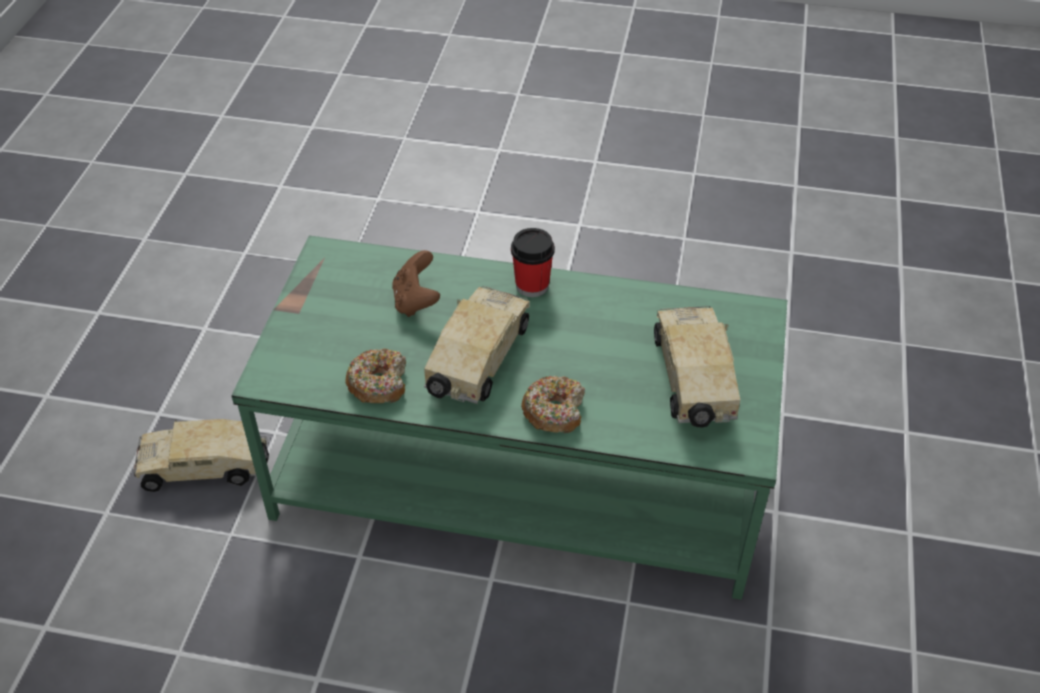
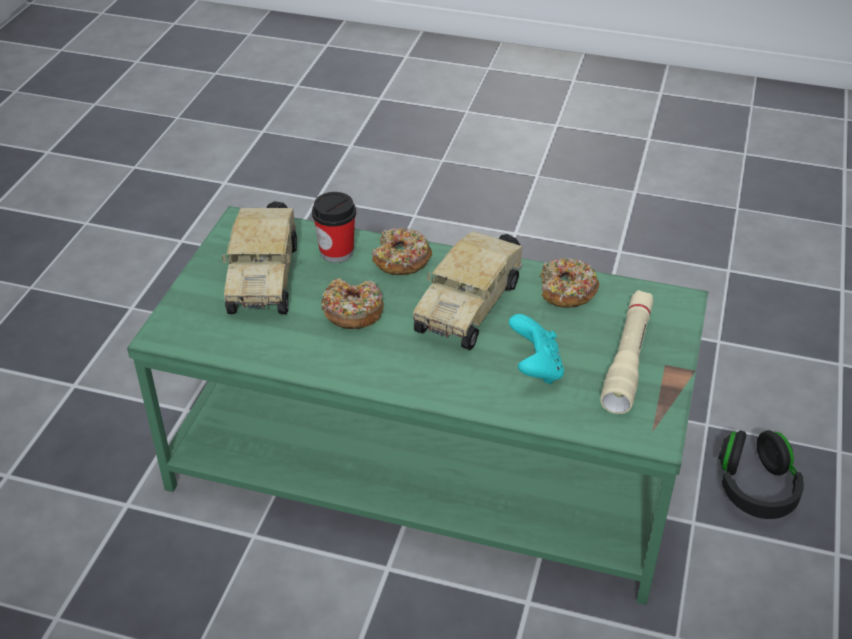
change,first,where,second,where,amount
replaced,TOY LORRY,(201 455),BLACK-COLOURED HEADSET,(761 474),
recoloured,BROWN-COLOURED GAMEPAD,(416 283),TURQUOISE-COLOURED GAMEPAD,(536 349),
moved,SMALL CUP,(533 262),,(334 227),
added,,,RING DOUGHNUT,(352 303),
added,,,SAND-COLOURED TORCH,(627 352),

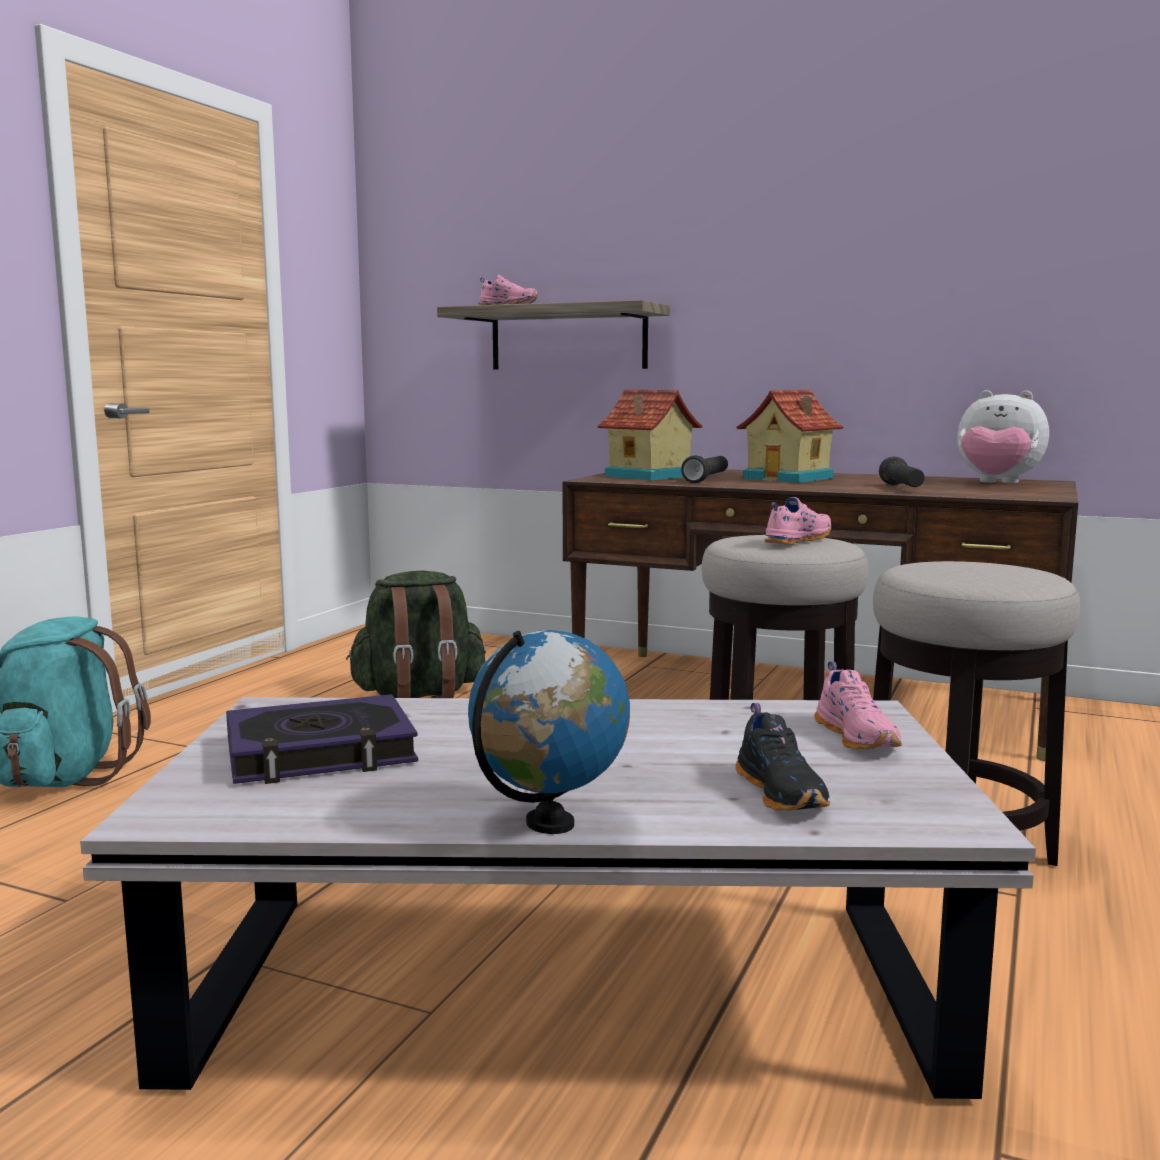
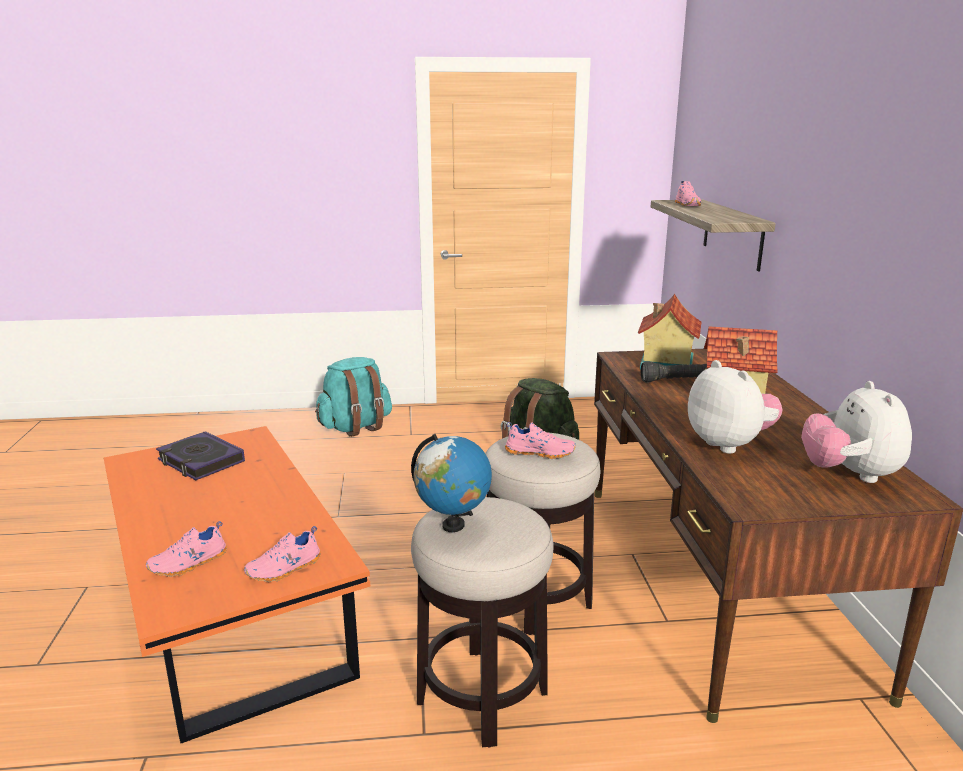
change,first,where,second,where,amount
recoloured,WHITISH LOUNGE TABLE,(558 898),ORANGEY LOUNGE TABLE,(237 584),
moved,WORLD GLOBE,(549 732),,(451 483),
recoloured,BLACK-COLOURED ITEM OF FOOTWEAR,(782 757),PINKISH ITEM OF FOOTWEAR,(186 549),
replaced,BLACK-COLOURED TORCH,(902 472),PLUSH TOY,(735 407),

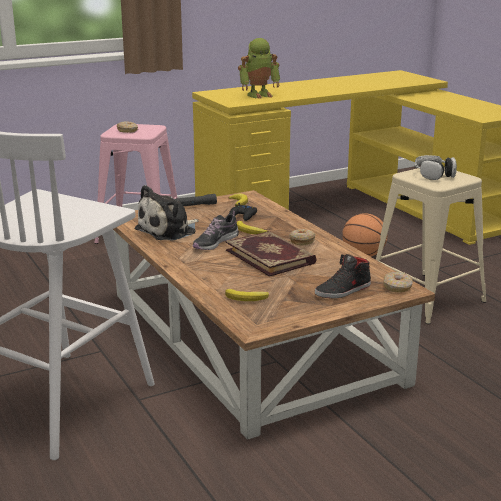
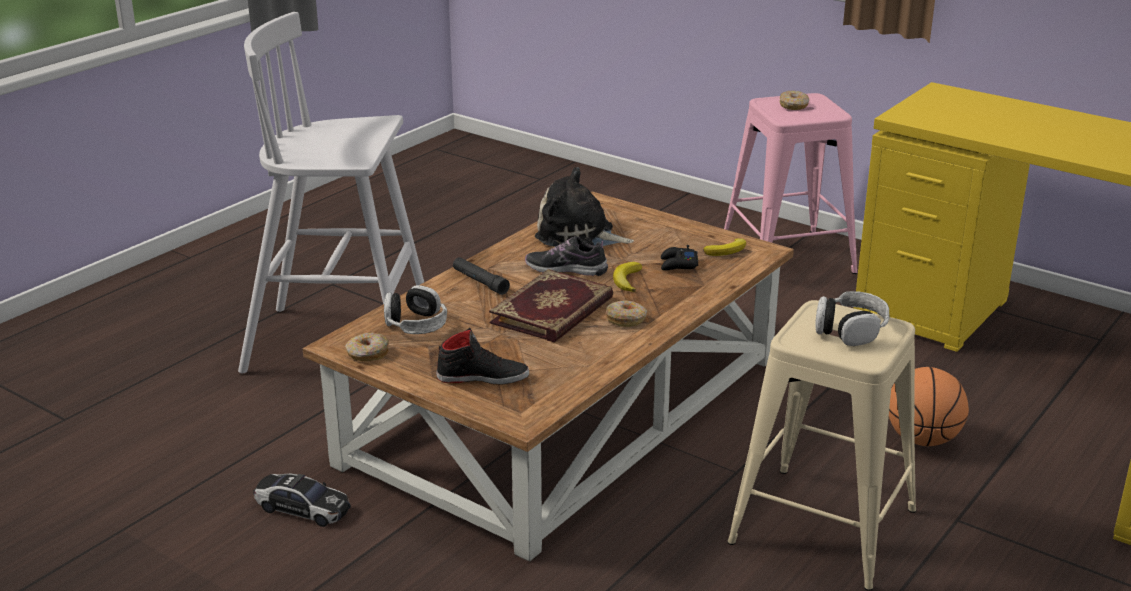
change,first,where,second,where,amount
moved,BLACK-COLOURED TORCH,(195 200),,(481 276),
replaced,WHOLE BANANA,(247 295),HEADSET,(415 309),
removed,MODEL ROBOT,(259 68),,,
turned,BLACK-COLOURED ITEM OF FOOTWEAR,(343 276),,(482 356),150 degrees clockwise
moved,RING DOUGHNUT,(398 282),,(367 347),
added,,,MINIATURE CAR,(302 500),

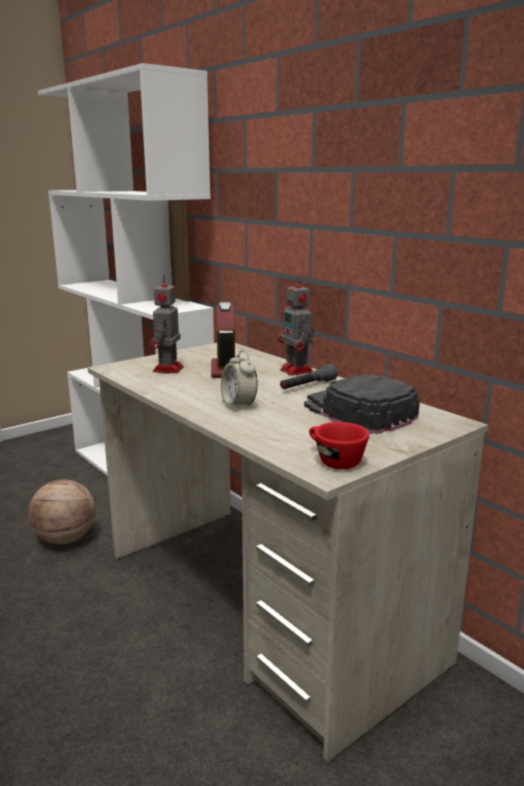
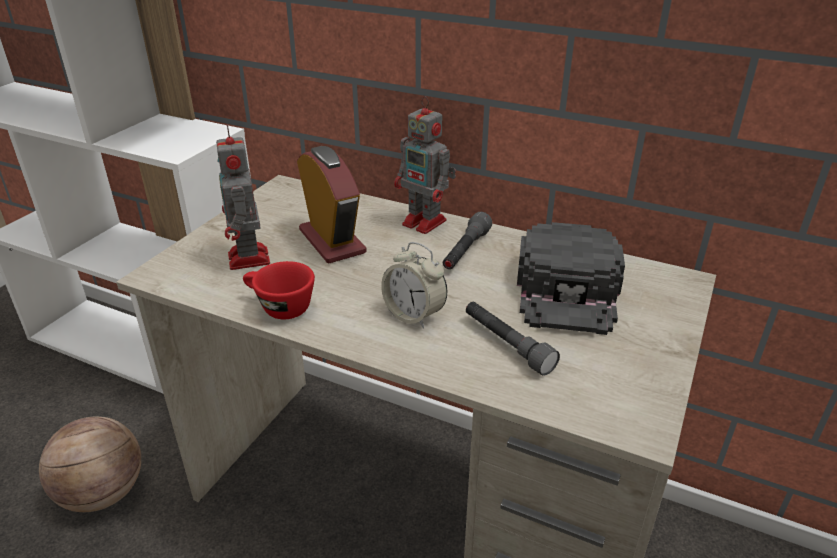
change,first,where,second,where,amount
turned,BLACK-COLOURED CAP,(362 404),,(571 278),105 degrees counterclockwise
moved,RED SMALL CUP,(339 445),,(279 290),
added,,,GREYISH TORCH,(513 338),

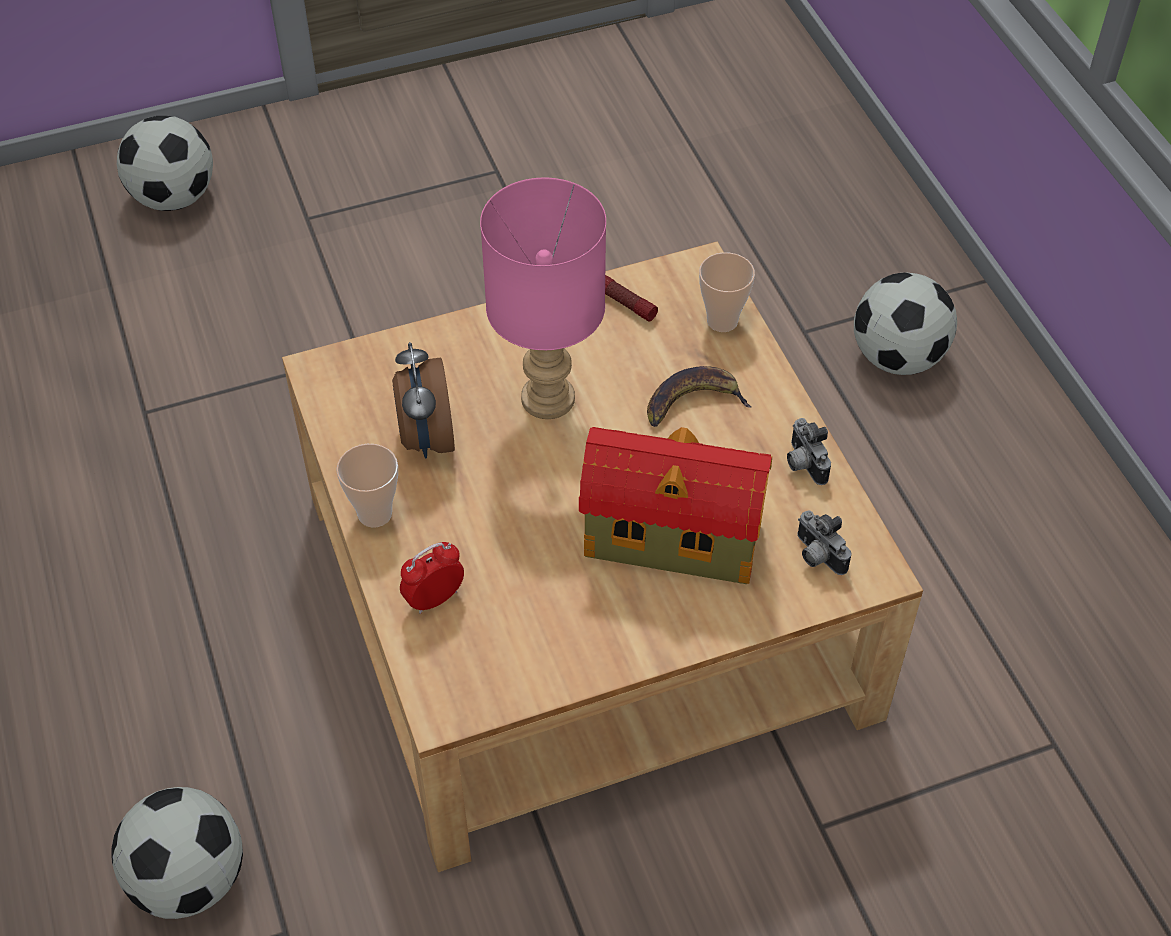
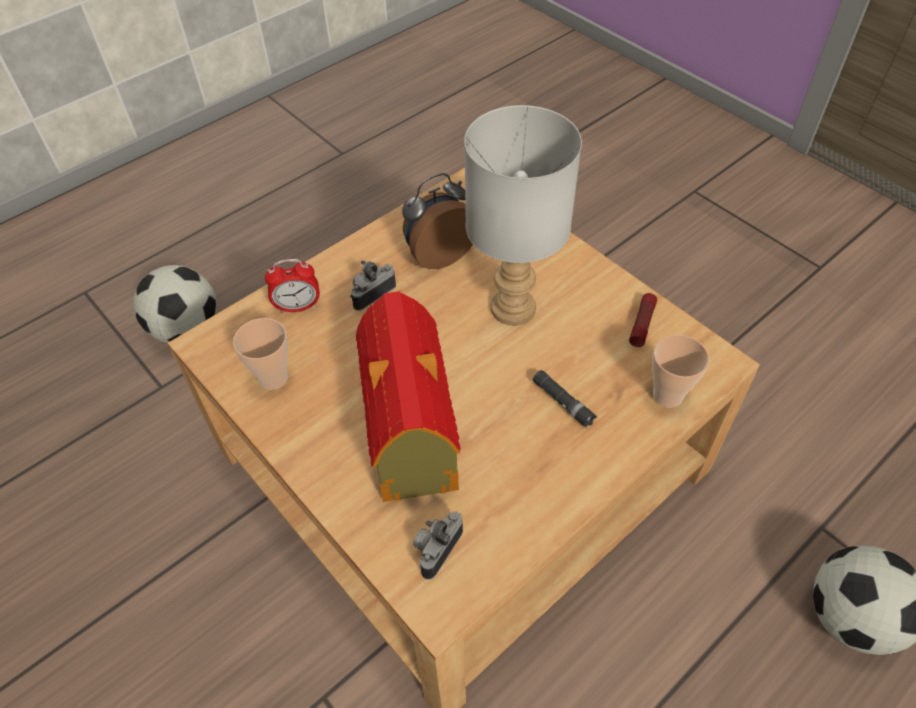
change,first,where,second,where,amount
removed,FOOTBALL,(165 163),,,
moved,SMALL CUP,(367 486),,(260 354),
turned,BEDSIDE CLOCK,(432 578),,(292 286),135 degrees clockwise
recoloured,PINKISH LAMP FOR A TABLE,(543 298),GREYISH LAMP FOR A TABLE,(523 215),
replaced,WHOLE BANANA,(699 396),BLACK-COLOURED TORCH,(565 399),
moved,PHOTO CAMERA,(809 451),,(373 285),

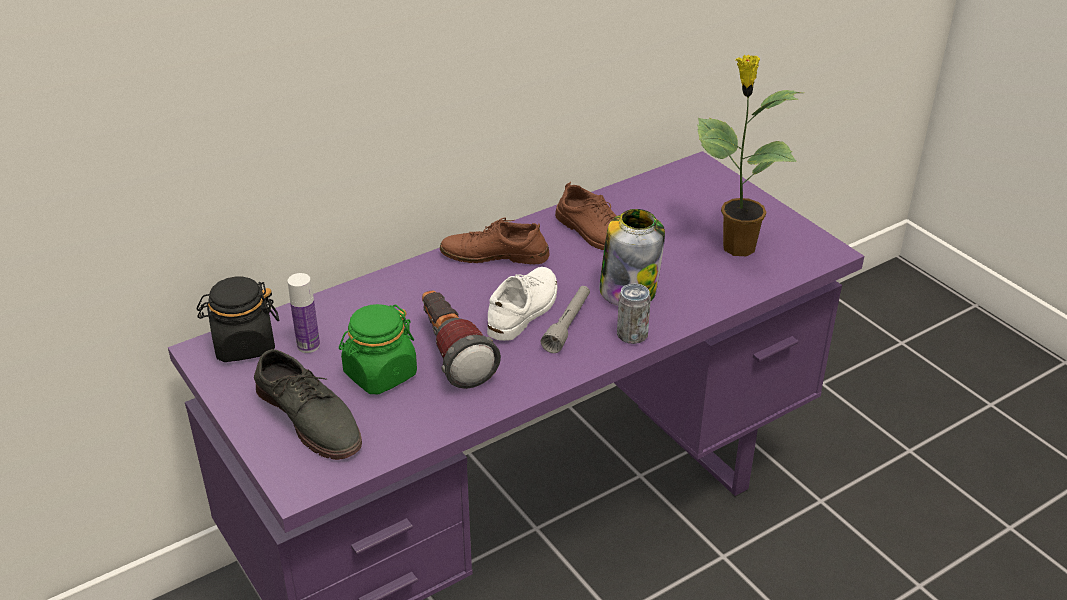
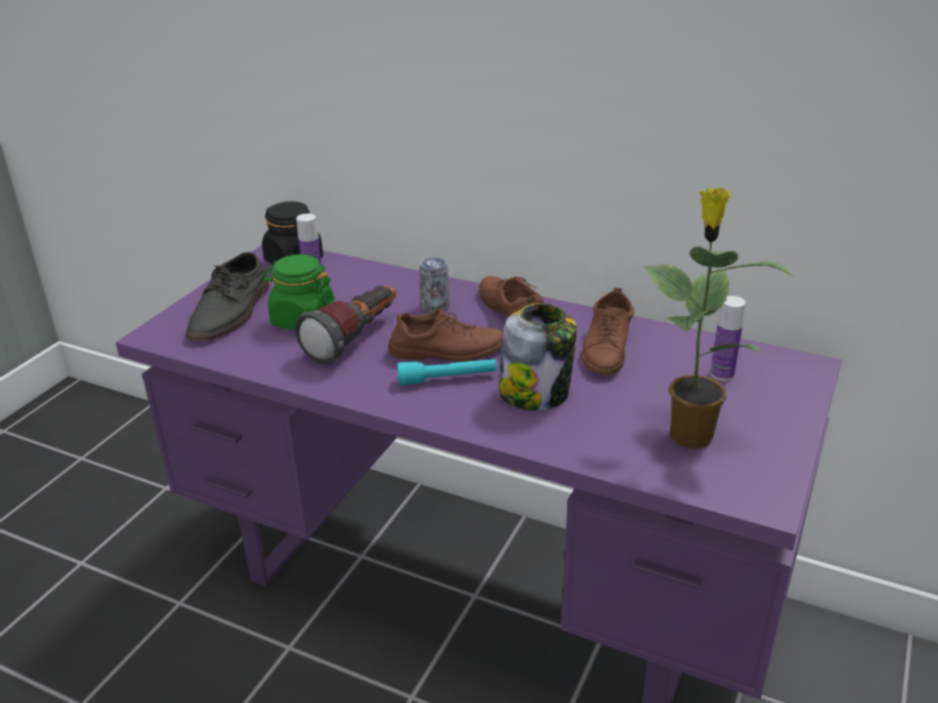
change,first,where,second,where,amount
recoloured,WHITISH ITEM OF FOOTWEAR,(522 304),BROWN-COLOURED ITEM OF FOOTWEAR,(445 335),
recoloured,GREYISH TORCH,(565 319),TURQUOISE-COLOURED TORCH,(447 372),
moved,SEALED CAN,(634 313),,(434 285),
added,,,BEVERAGE BOTTLE,(728 338),

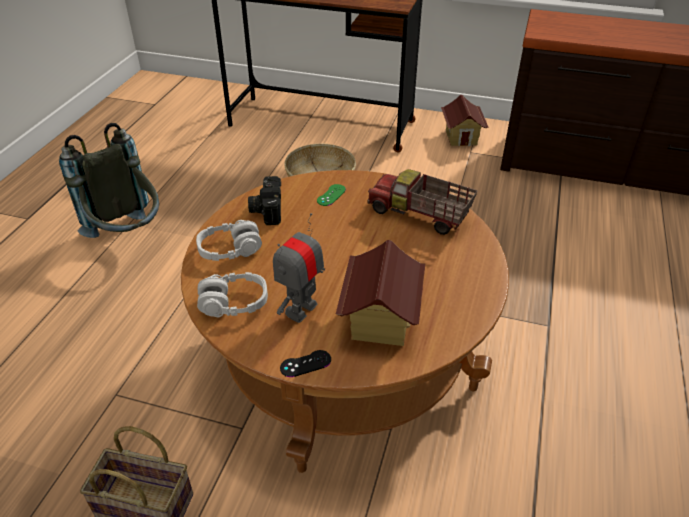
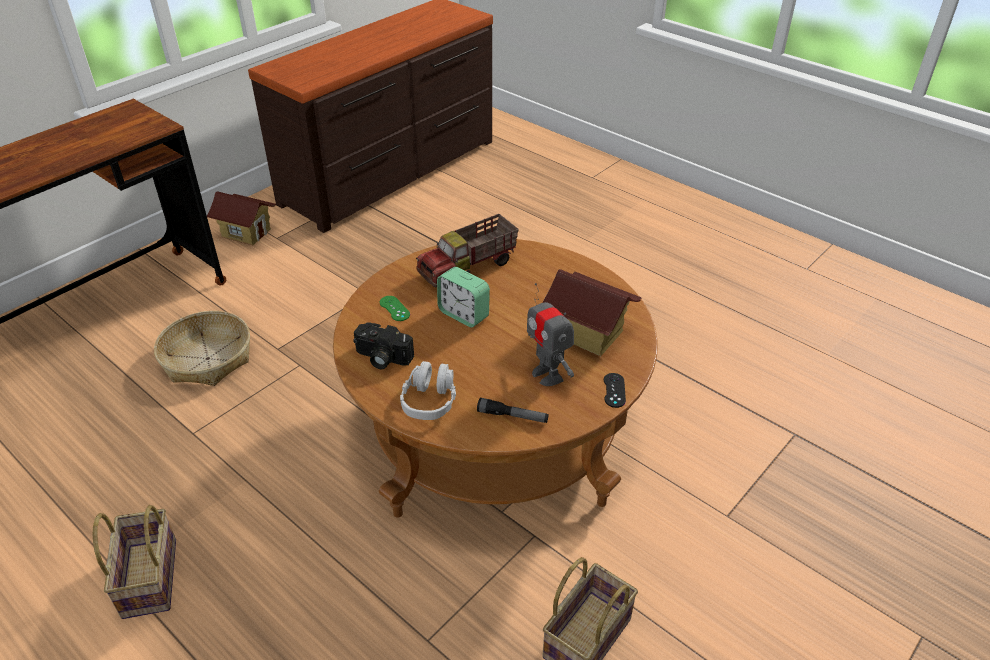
change,first,where,second,where,amount
replaced,GREYISH RUCKSACK,(109 180),HOUSEHOLD BASKET,(134 562),
replaced,GREYISH HEADSET,(232 294),TORCH,(513 410),
added,,,BEDSIDE CLOCK,(463 297),

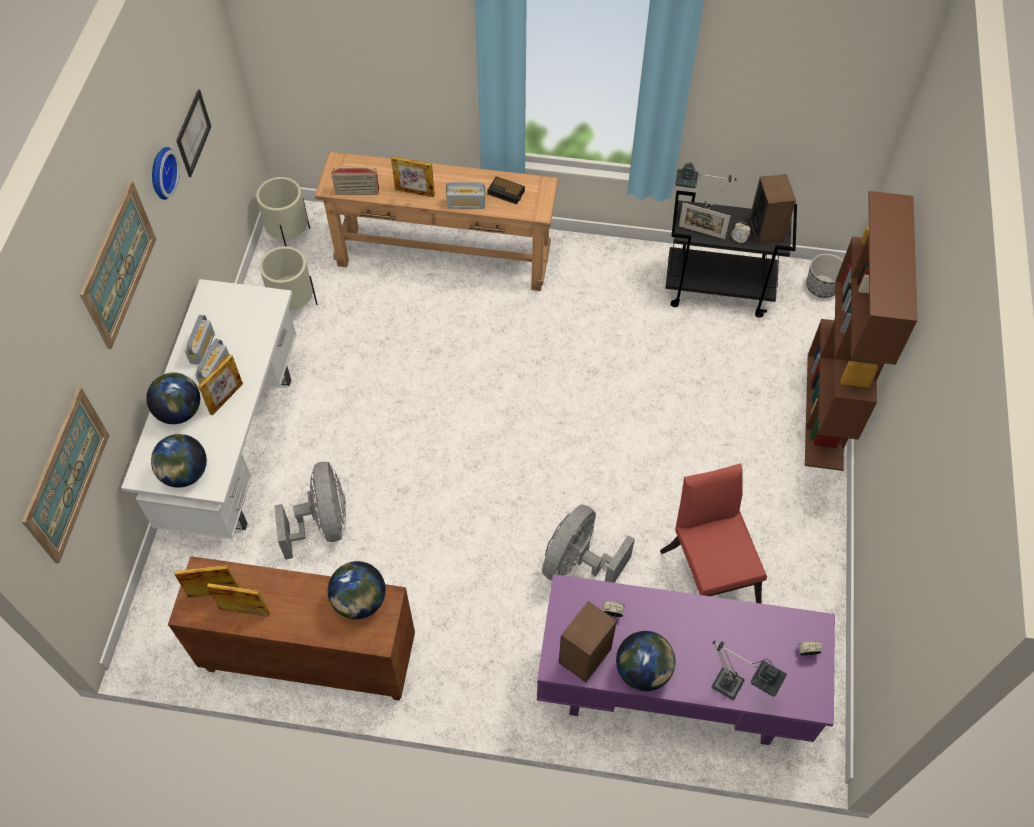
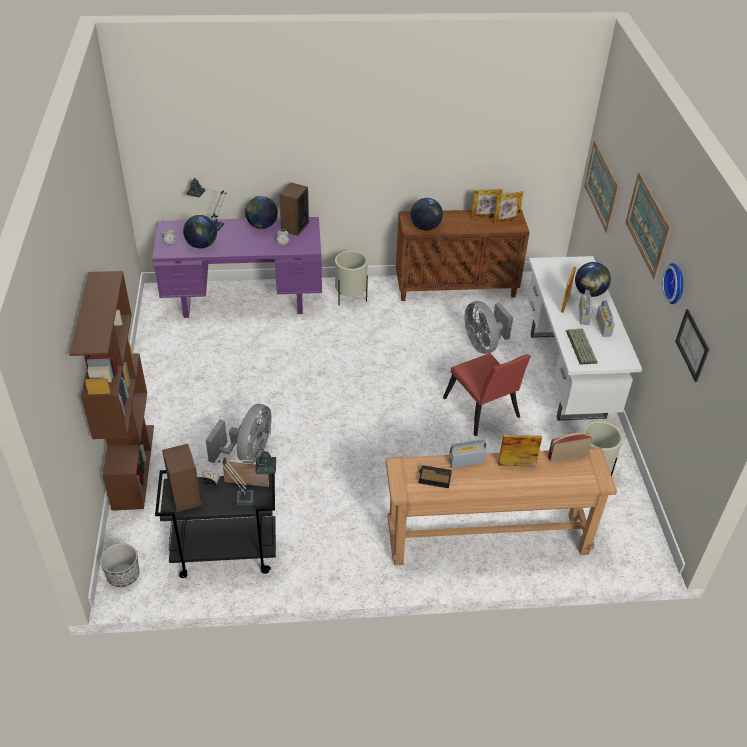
change,first,where,second,where,amount
moved,WORLD GLOBE,(179 461),,(200 231),
moved,SAND-COLOURED PLANT POT,(283 211),,(351 278),
moved,GREYISH FAN,(588 544),,(239 433),
moved,RED CHAIR,(713 533),,(487 394),
added,,,PC KEYBOARD,(582 346),

